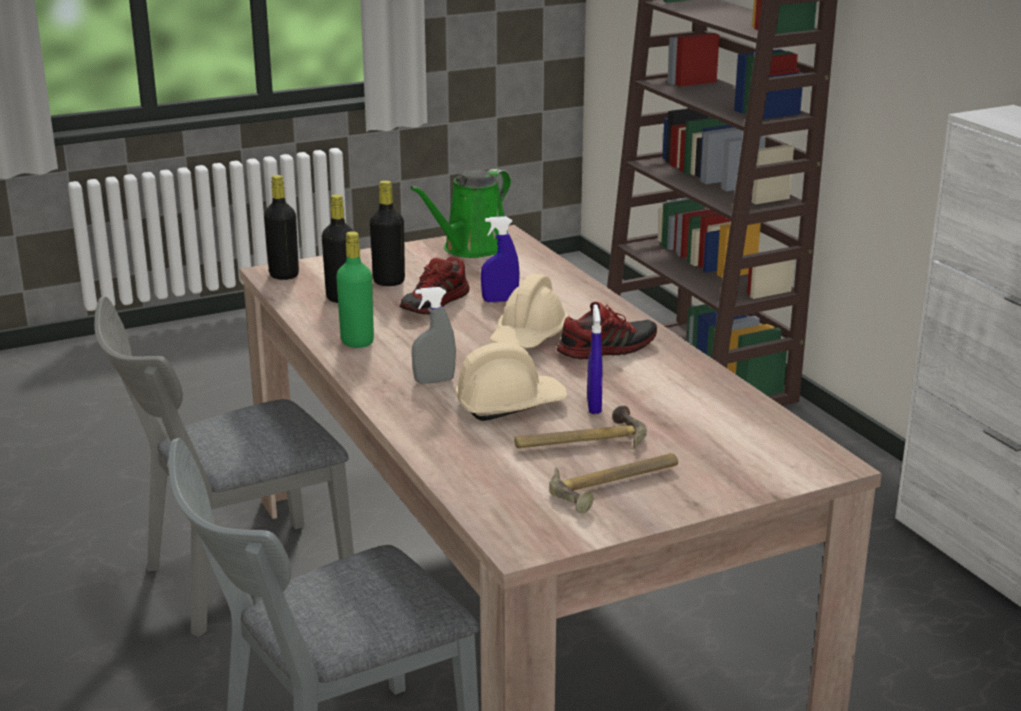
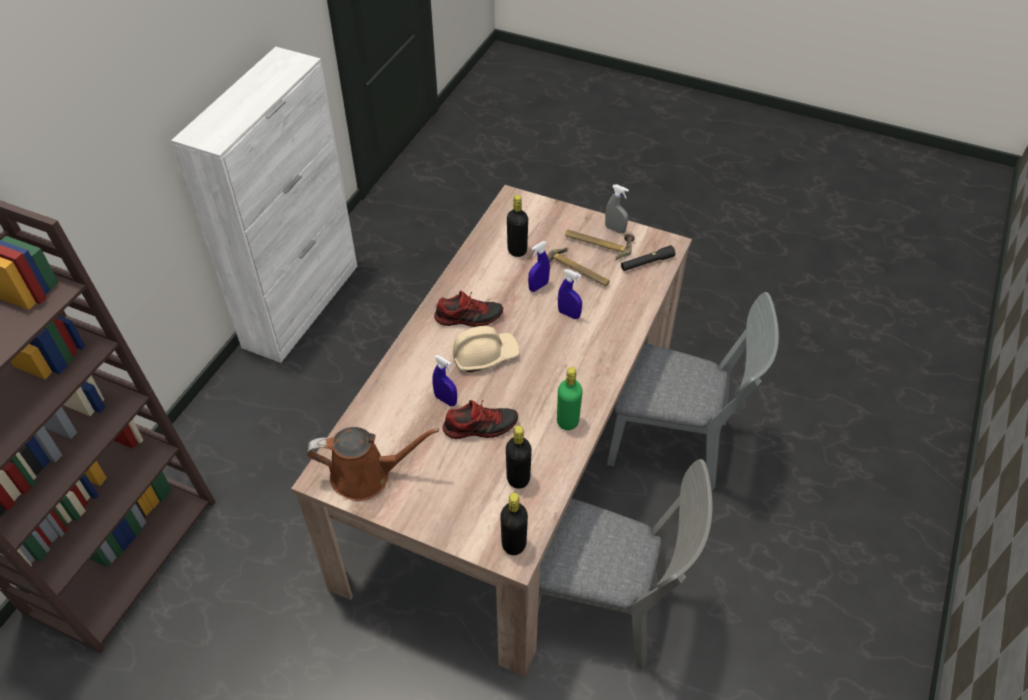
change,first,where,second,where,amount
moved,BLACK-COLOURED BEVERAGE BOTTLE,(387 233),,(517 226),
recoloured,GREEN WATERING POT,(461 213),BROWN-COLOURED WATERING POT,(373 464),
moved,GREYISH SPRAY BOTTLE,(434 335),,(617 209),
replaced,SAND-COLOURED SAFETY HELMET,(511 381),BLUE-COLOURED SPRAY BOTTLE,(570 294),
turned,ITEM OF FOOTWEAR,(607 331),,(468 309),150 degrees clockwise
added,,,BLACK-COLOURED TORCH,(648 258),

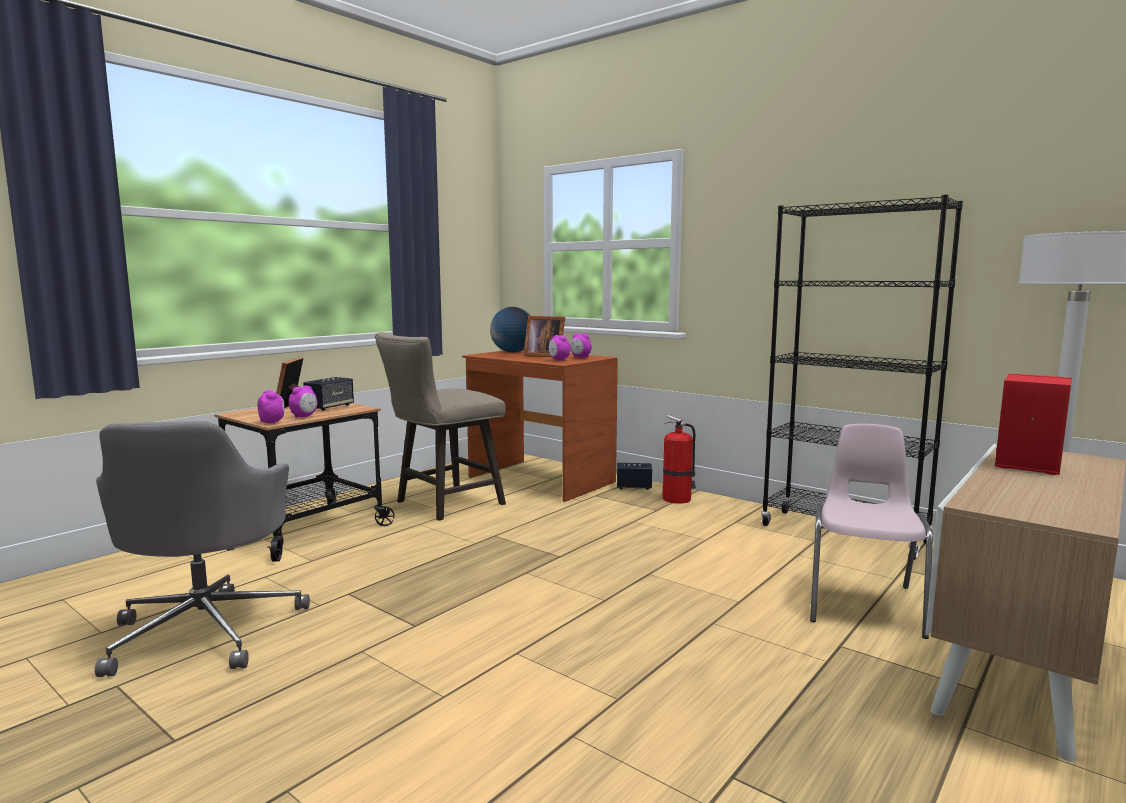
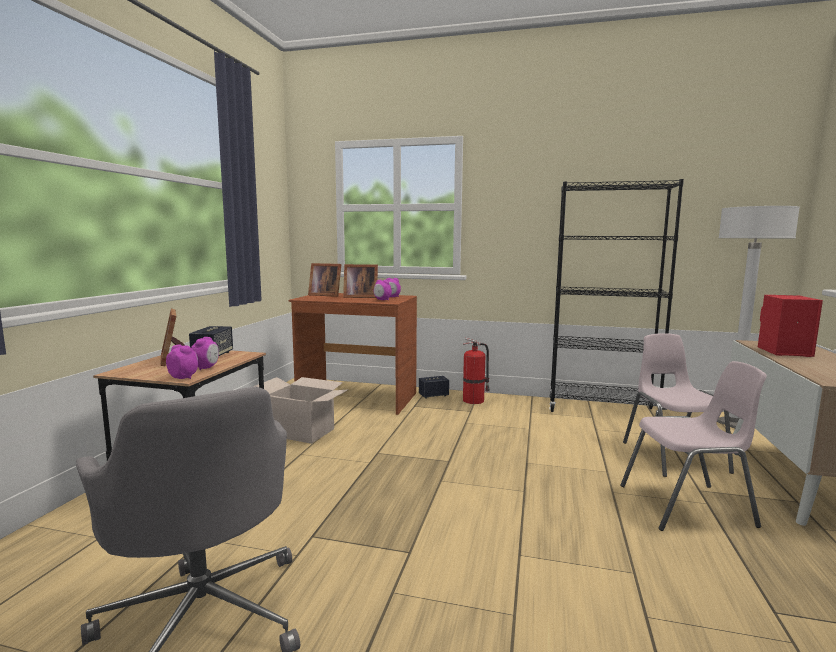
change,first,where,second,where,amount
replaced,SAND-COLOURED STOOL SEAT,(440 426),CARDBOARD BOX,(301 410),
replaced,WORLD GLOBE,(510 329),STANDING FRAME,(324 280),
added,,,PINKISH CHAIR,(693 446),

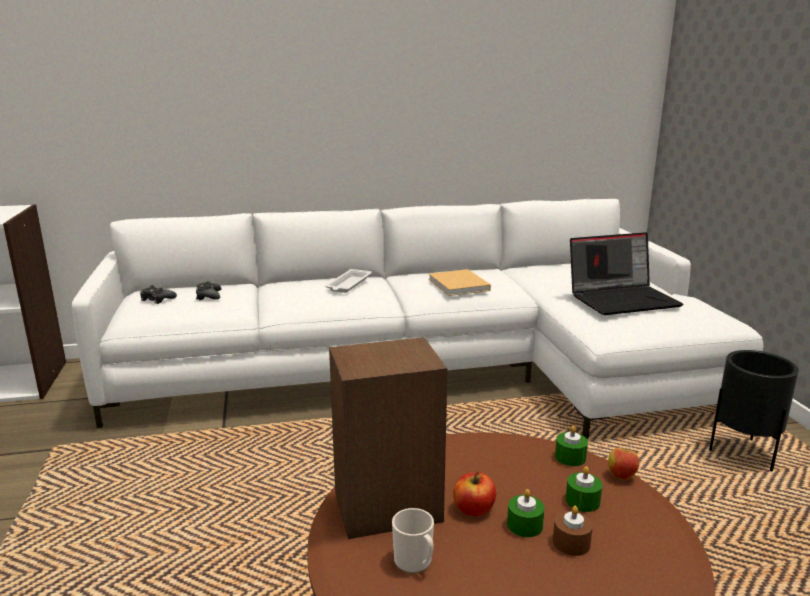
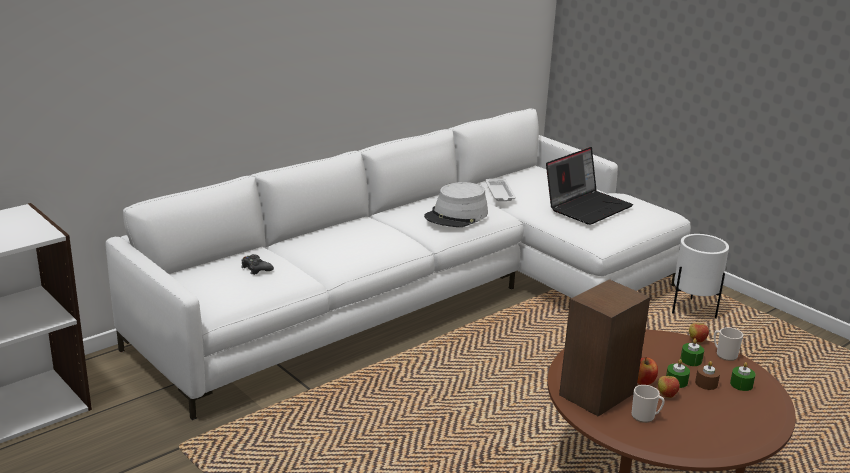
change,first,where,second,where,amount
removed,BLACK-COLOURED GAMEPAD,(158 294),,,
moved,WHITISH TRAY,(348 281),,(500 190),
replaced,SAND-COLOURED VOLUME,(459 282),GREYISH HAT,(456 204),
moved,GREEN CANDLE,(571 445),,(743 376),
recoloured,BLACK-COLOURED PLANT POT,(754 410),WHITISH PLANT POT,(700 276),
added,,,APPLE,(669 385),
added,,,COFFEE MUG,(728 344),

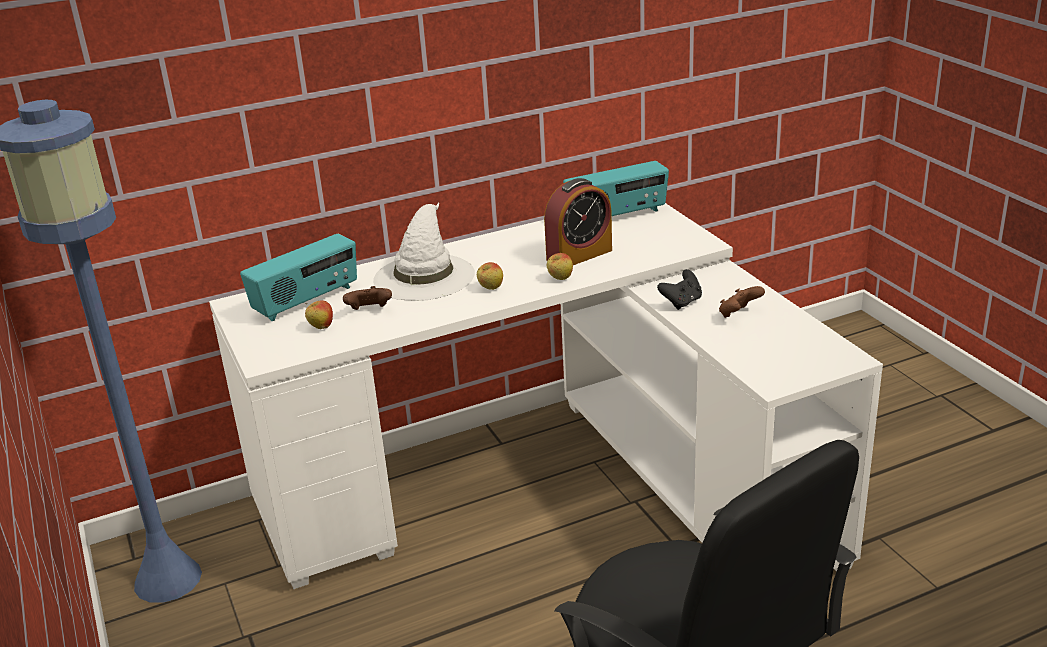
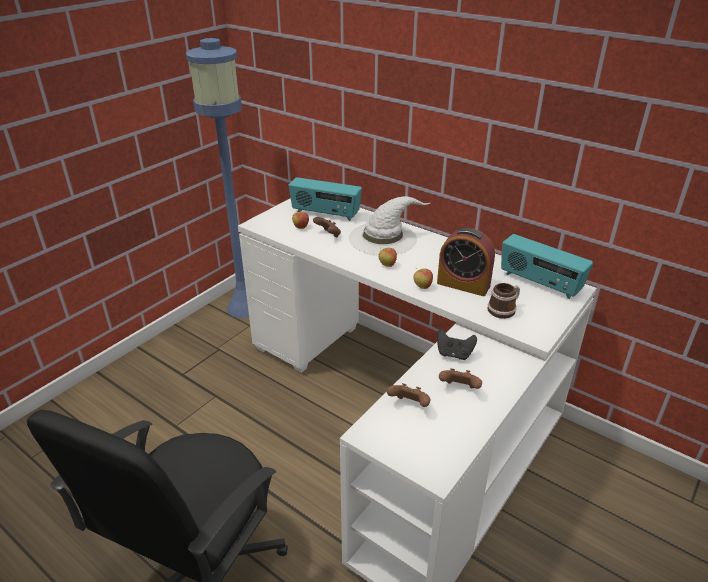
change,first,where,second,where,amount
added,,,BROWN-COLOURED GAMEPAD,(409 395),
added,,,COFFEE MUG,(504 301),

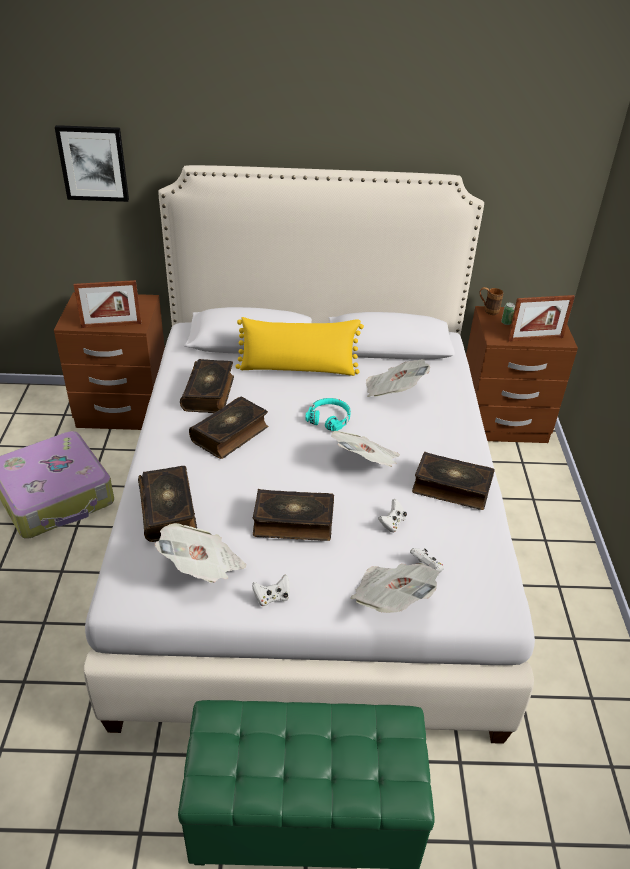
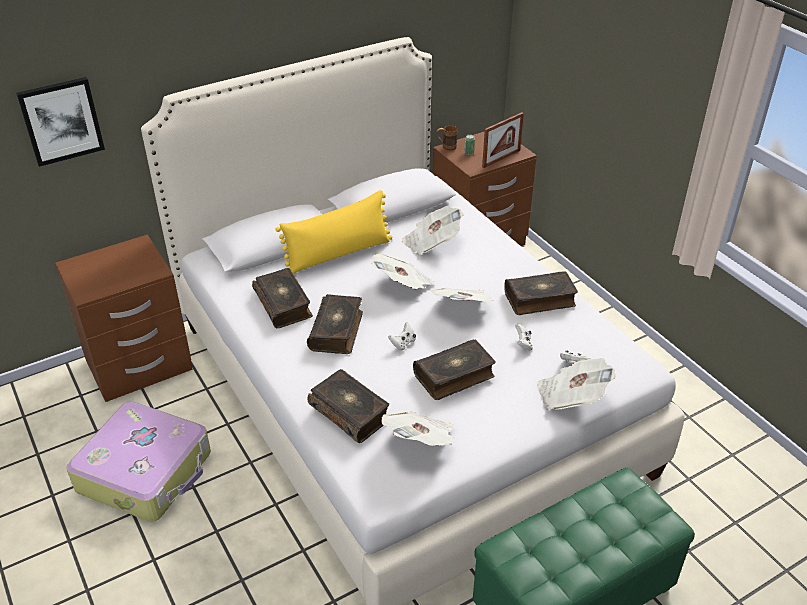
change,first,where,second,where,amount
removed,STANDING FRAME,(107 304),,,
moved,WHITISH GAMEPAD,(271 590),,(402 336),
replaced,TURQUOISE-COLOURED HEADSET,(328 414),NEWSPAPER,(403 271),

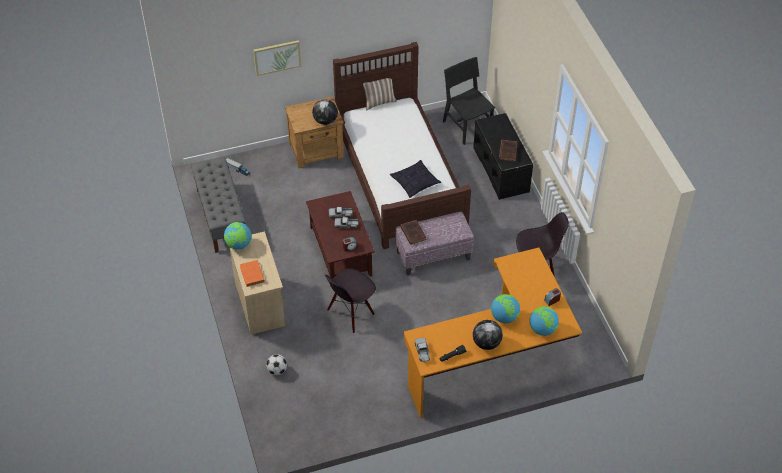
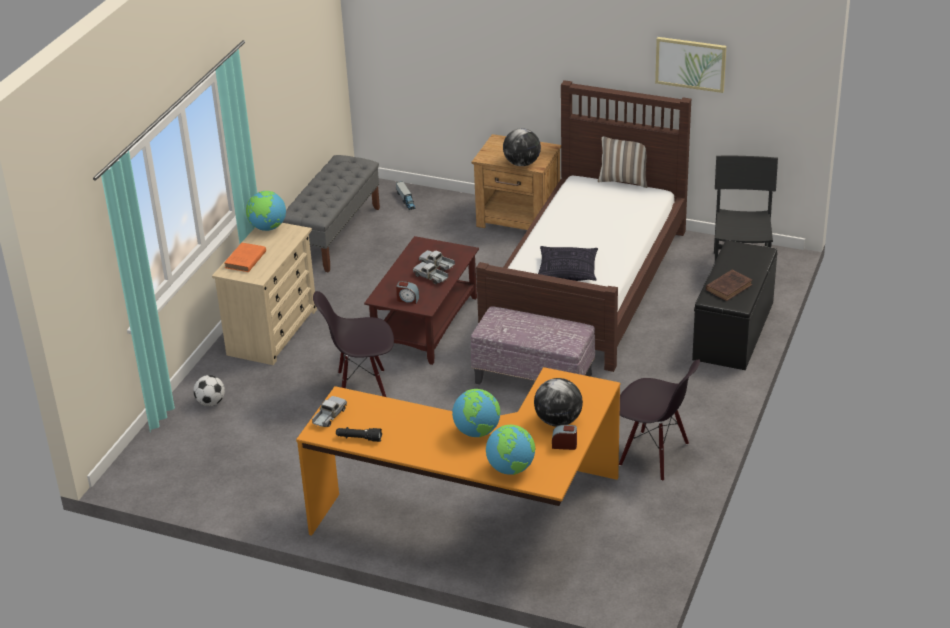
change,first,where,second,where,amount
moved,WALL ART,(277 58),,(690 65),
removed,BROWN-COLOURED VOLUME,(413 232),,,
moved,WORLD GLOBE,(488 335),,(558 402),

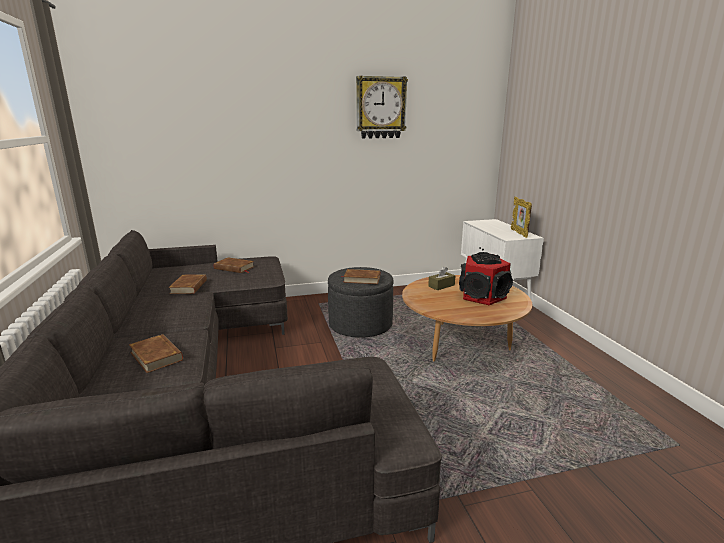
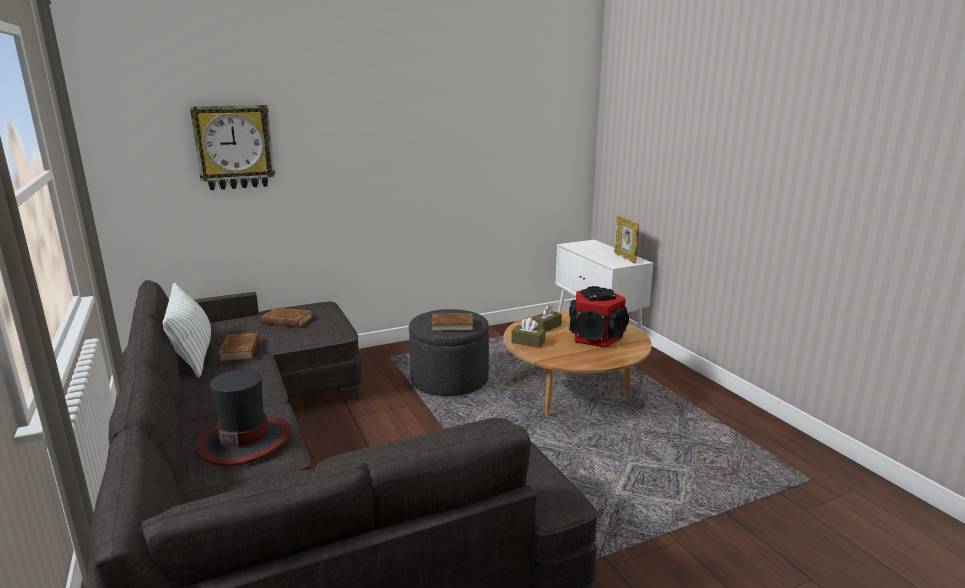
change,first,where,second,where,amount
replaced,BROWN-COLOURED VOLUME,(156 353),HAT,(243 417),
moved,WALL CLOCK,(382 107),,(232 147),
added,,,PILLOW,(186 330),
added,,,BROWN-COLOURED TISSUE BOX,(528 333),

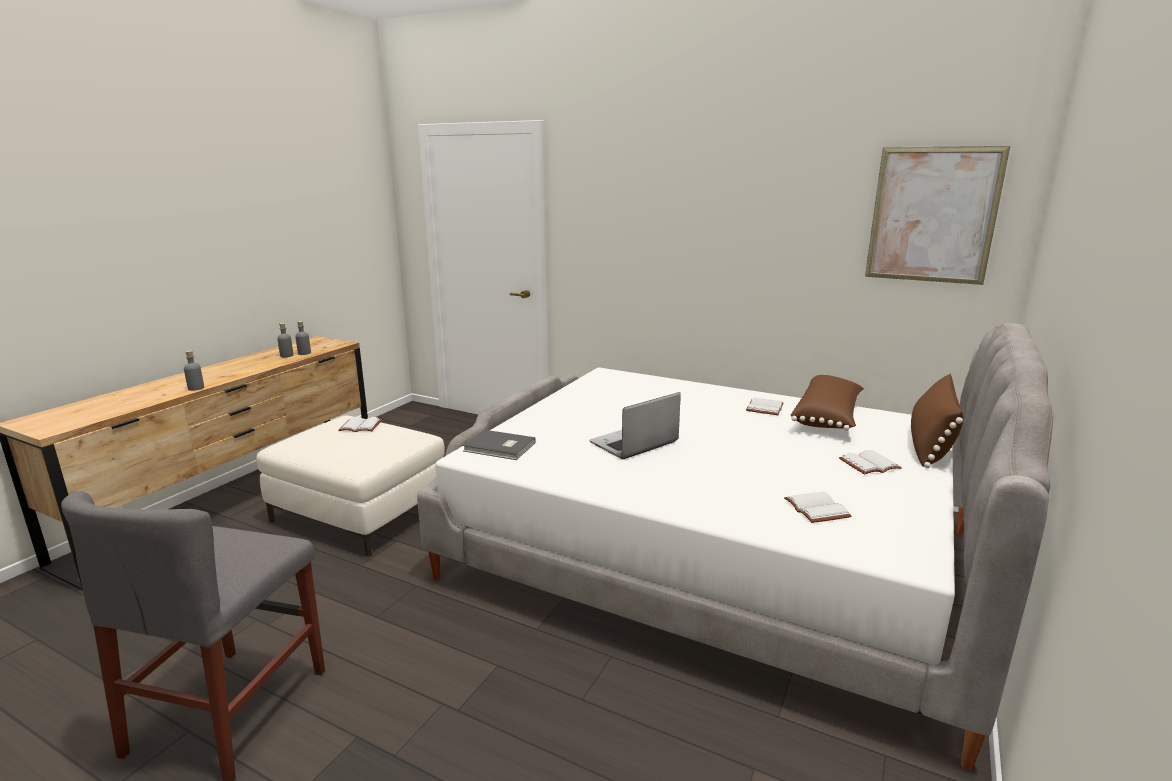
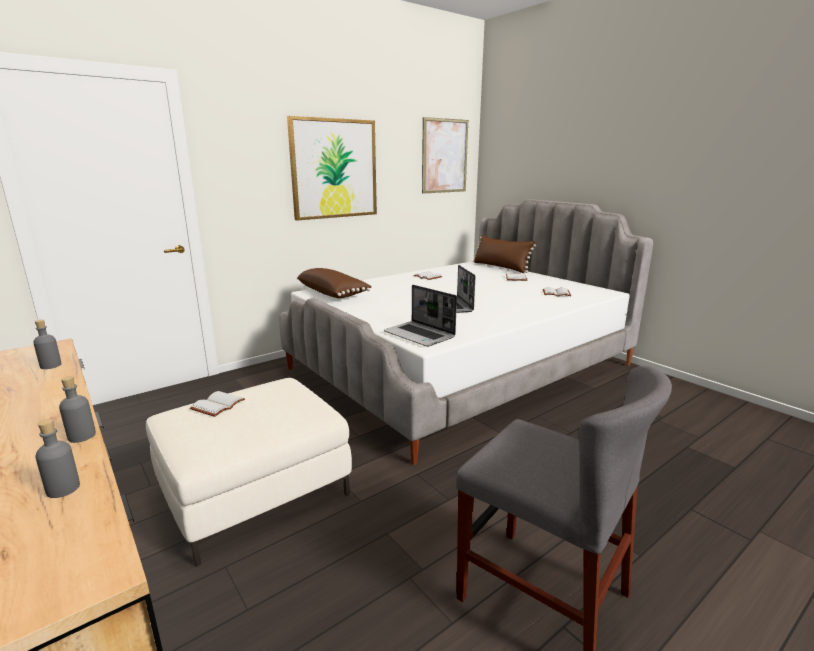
change,first,where,second,where,amount
moved,GREYISH BEVERAGE BOTTLE,(285 340),,(57 458),
replaced,GREYISH VOLUME,(499 445),LAPTOP,(420 315),
moved,BROWN-COLOURED PILLOW,(827 403),,(334 283),
added,,,WALL ART,(332 168),

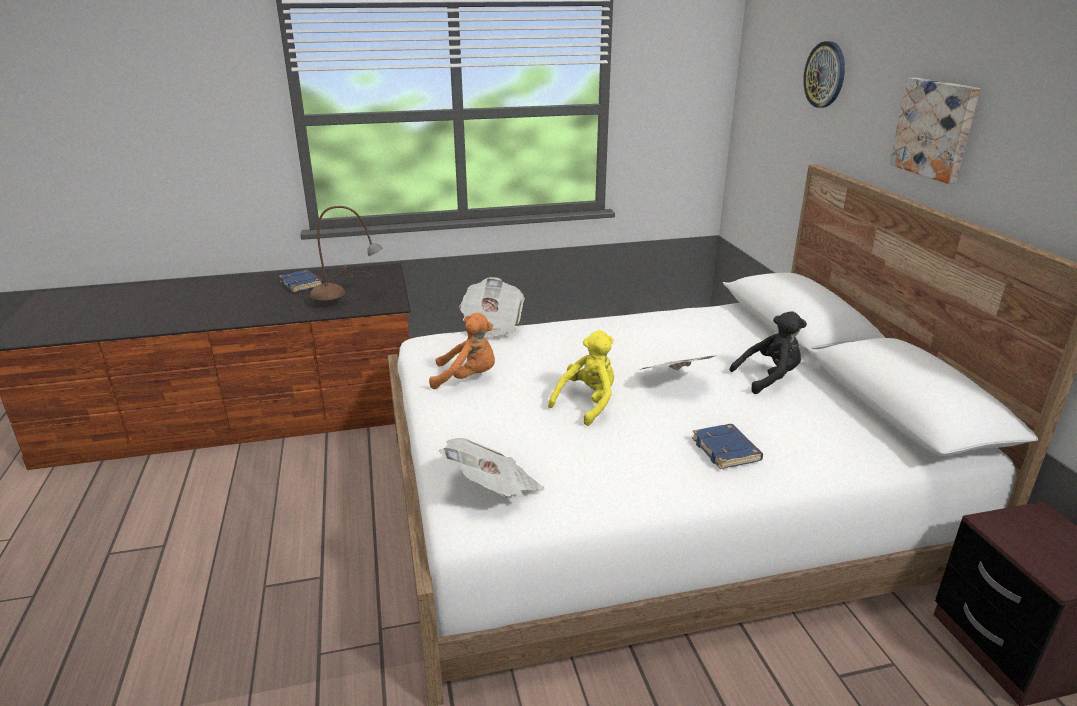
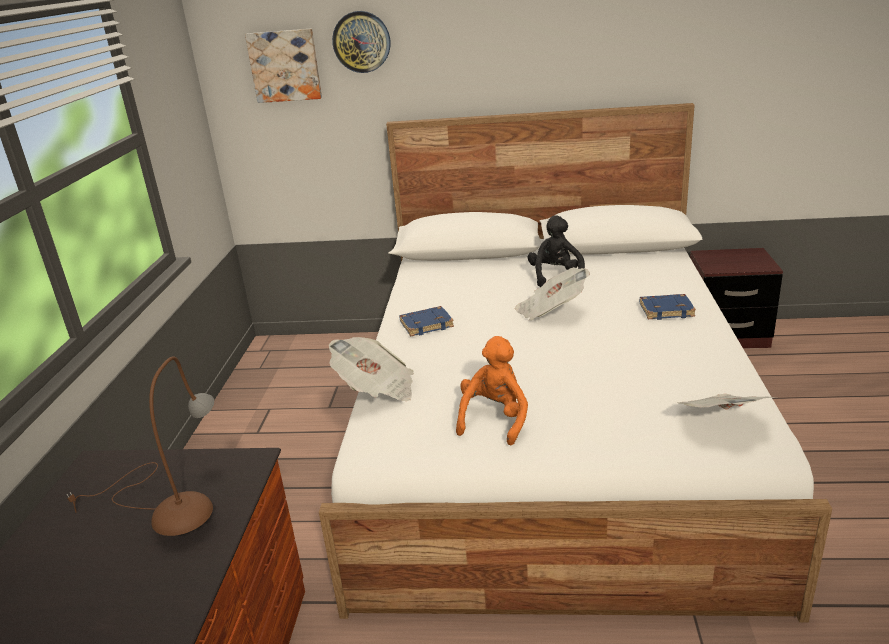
change,first,where,second,where,amount
moved,BLUE-COLOURED VOLUME,(301 281),,(426 321),
removed,YELLOW-COLOURED PLUSH TOY,(581 378),,,
moved,WALL ART,(934 131),,(283 66),

